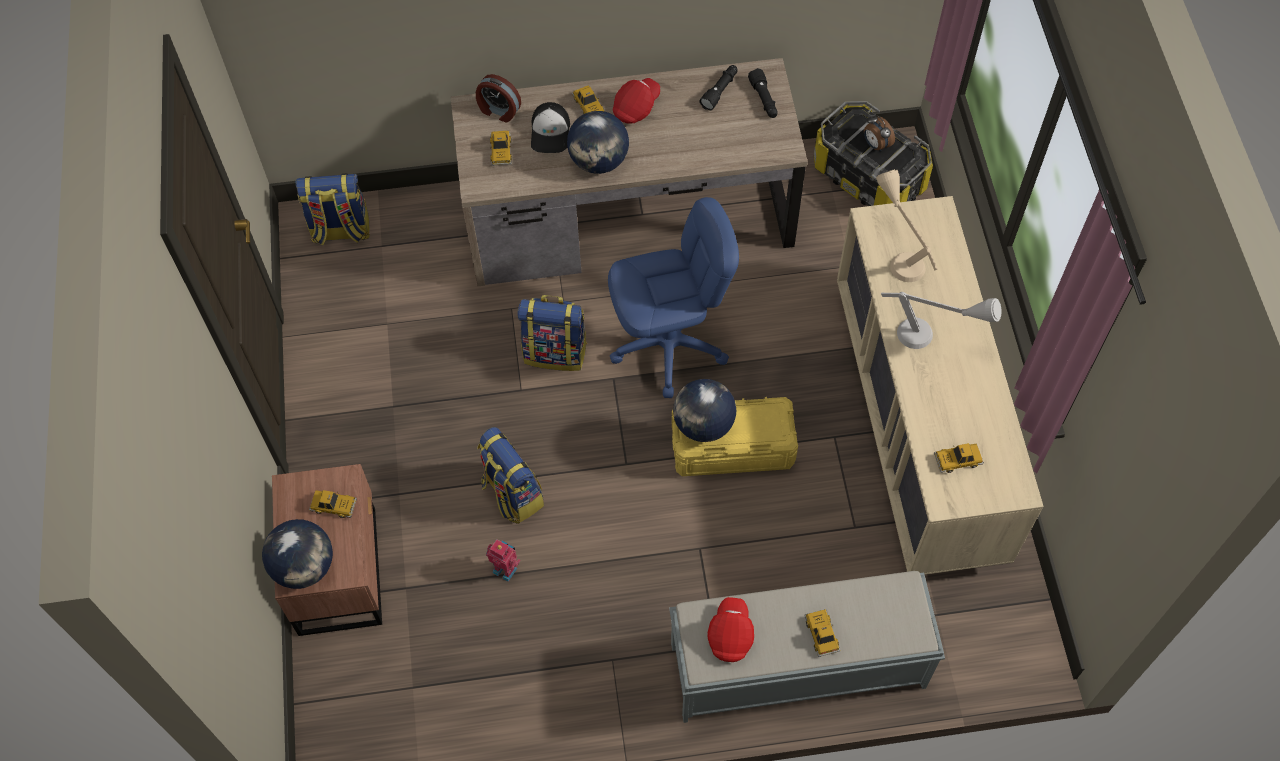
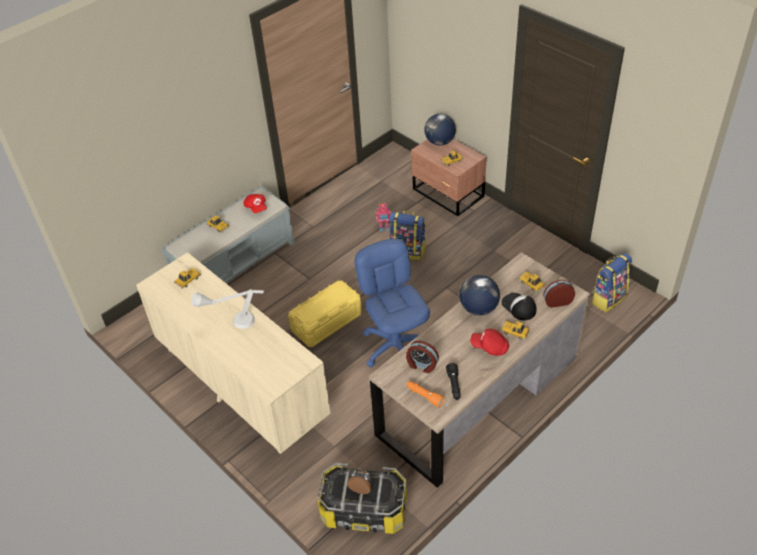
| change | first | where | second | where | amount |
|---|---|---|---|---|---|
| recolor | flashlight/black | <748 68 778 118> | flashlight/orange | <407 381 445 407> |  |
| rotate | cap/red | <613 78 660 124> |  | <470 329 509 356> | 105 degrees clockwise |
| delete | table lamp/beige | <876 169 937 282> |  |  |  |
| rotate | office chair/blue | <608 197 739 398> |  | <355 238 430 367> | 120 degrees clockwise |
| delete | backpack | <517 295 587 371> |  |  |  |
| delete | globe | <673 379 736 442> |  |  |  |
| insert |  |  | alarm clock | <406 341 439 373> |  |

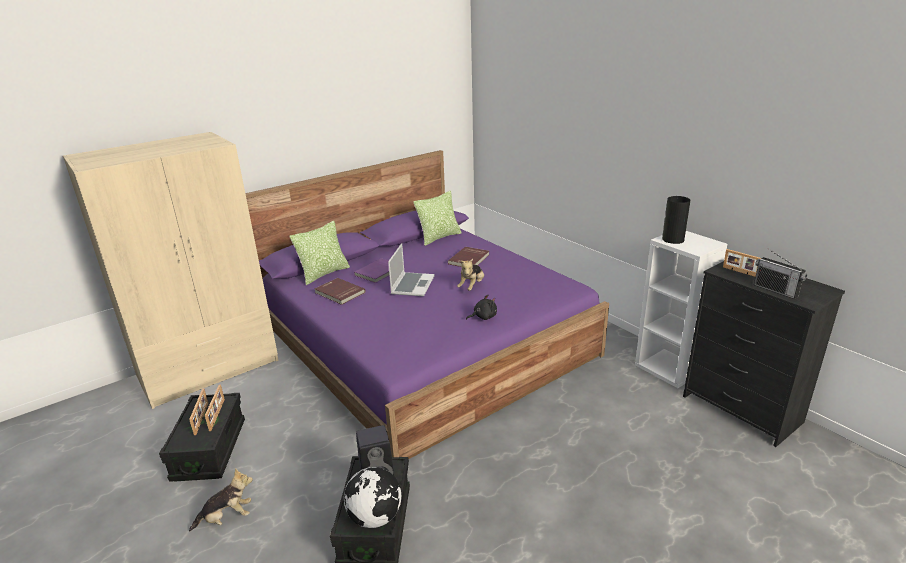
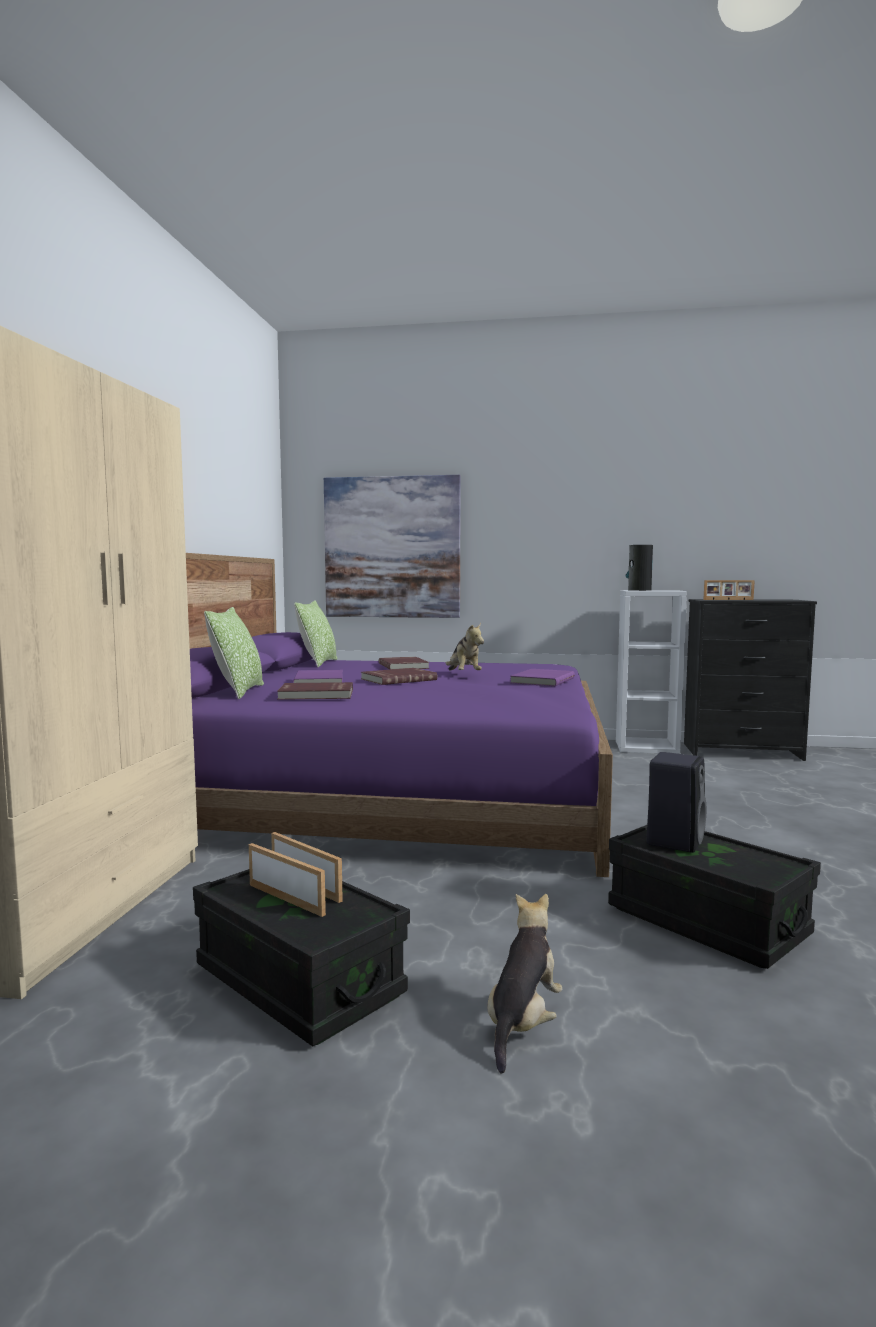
| change | first | where | second | where | amount |
|---|---|---|---|---|---|
| replace | laptop | <388 243 435 296> | book/red | <361 668 437 685> |  |
| delete | radio | <754 248 807 299> |  |  |  |
| replace | plush toy/black | <466 295 497 320> | book/purple | <510 669 575 686> |  |
| delete | globe | <344 467 401 528> |  |  |  |
| insert |  |  | picture | <324 475 461 618> |  |

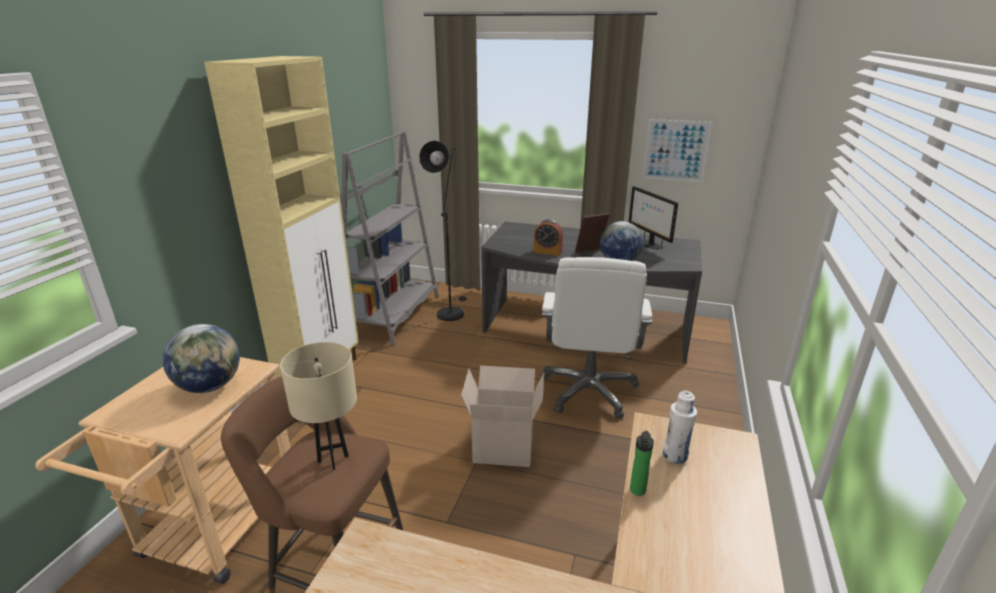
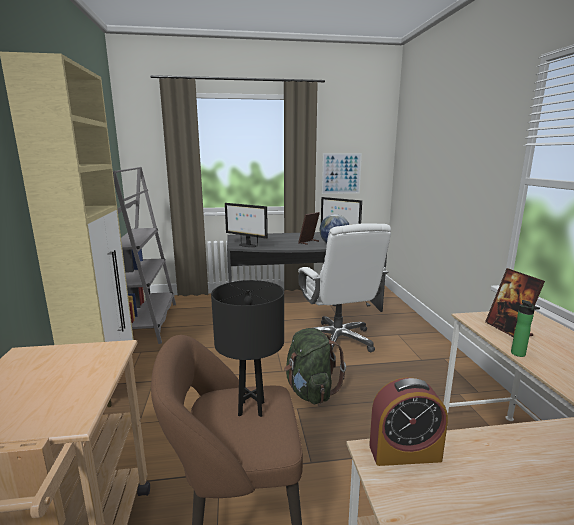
| change | first | where | second | where | amount |
|---|---|---|---|---|---|
| delete | floor lamp/black | <419 141 467 321> |  |  |  |
| move | alarm clock | <534 219 563 256> |  | <369 377 448 466> |  |
| delete | globe | <163 324 240 393> |  |  |  |
| recolor | table lamp/beige | <280 342 357 470> | table lamp/black | <211 280 284 417> |  |
| replace | cardboard box | <461 366 544 467> | backpack/green | <284 328 346 404> |  |
| replace | bottle/white | <663 390 697 463> | picture frame | <485 268 545 337> |  |
| insert |  |  | monitor | <225 203 268 247> |  |

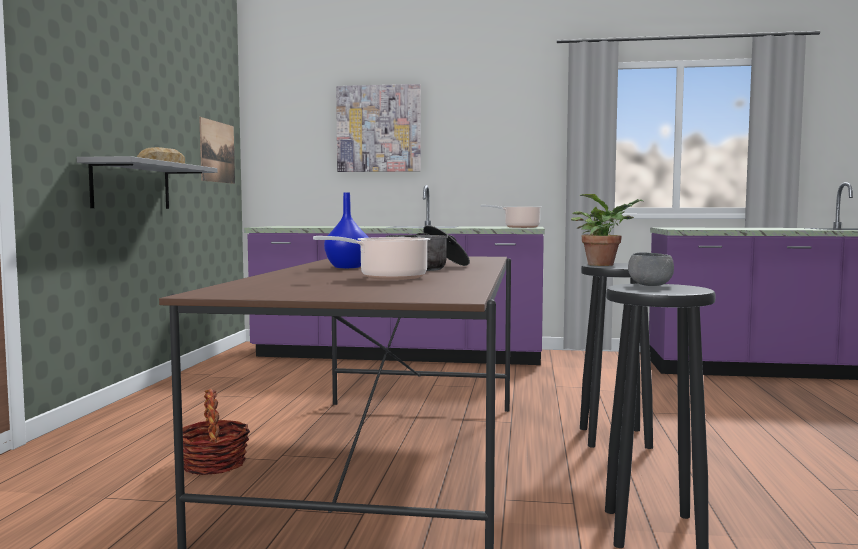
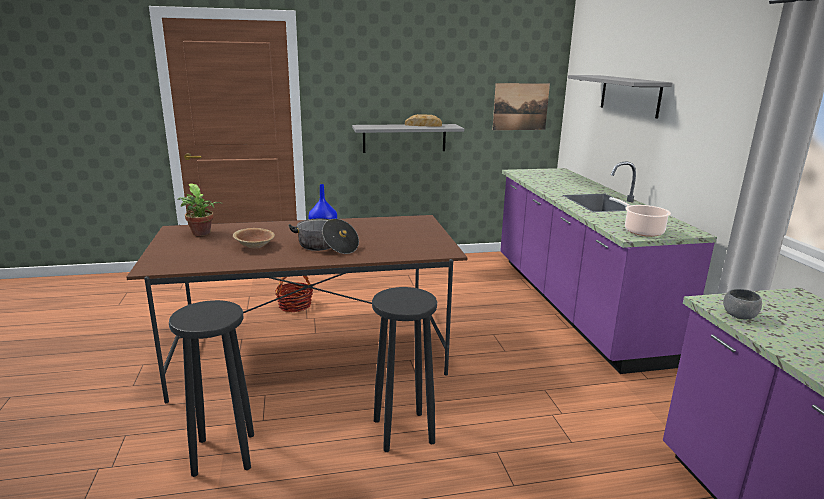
| change | first | where | second | where | amount |
|---|---|---|---|---|---|
| replace | picture | <336 84 421 172> | shelf/grey | <568 75 672 119> |  |
| move | potted plant | <571 194 645 266> |  | <178 183 222 236> |  |
| replace | cooking pot | <313 236 430 280> | bowl/brown | <233 228 275 249> |  |
| move | bowl/grey | <628 252 674 286> |  | <723 289 762 319> |  |

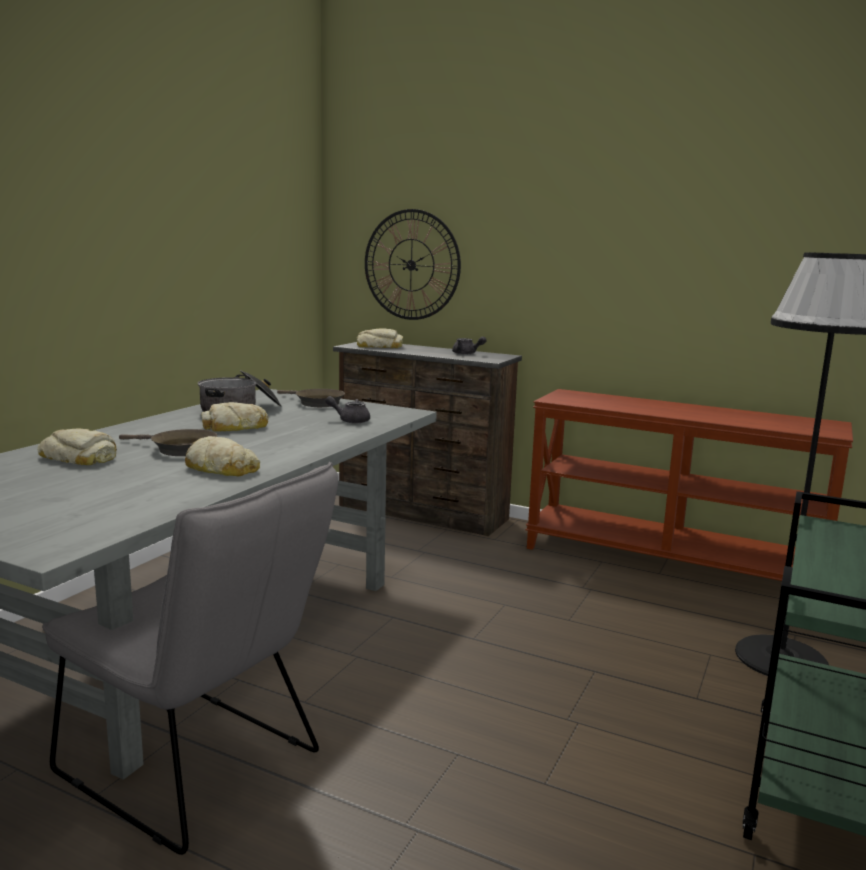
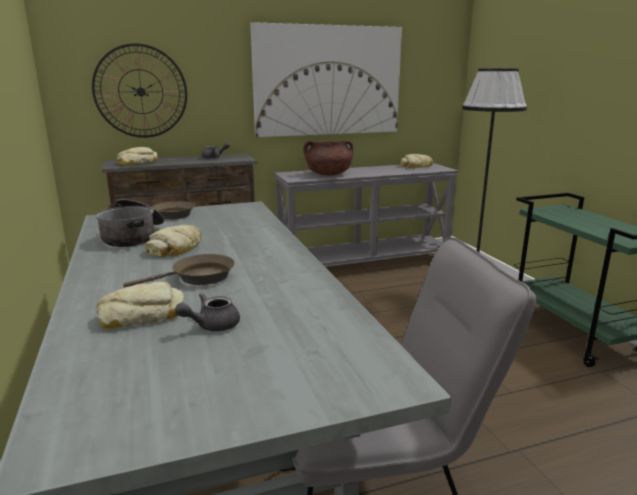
| change | first | where | second | where | amount |
|---|---|---|---|---|---|
| recolor | console table/brown | <526 389 853 581> | console table/grey | <274 163 458 267> |  |
| move | teapot/grey | <325 396 370 423> |  | <175 293 240 331> |  |
| move | bread | <185 436 260 476> |  | <401 154 433 168> |  |
| insert |  |  | picture | <250 22 402 137> |  |
| insert |  |  | cooking pot/brown | <303 140 353 176> |  |

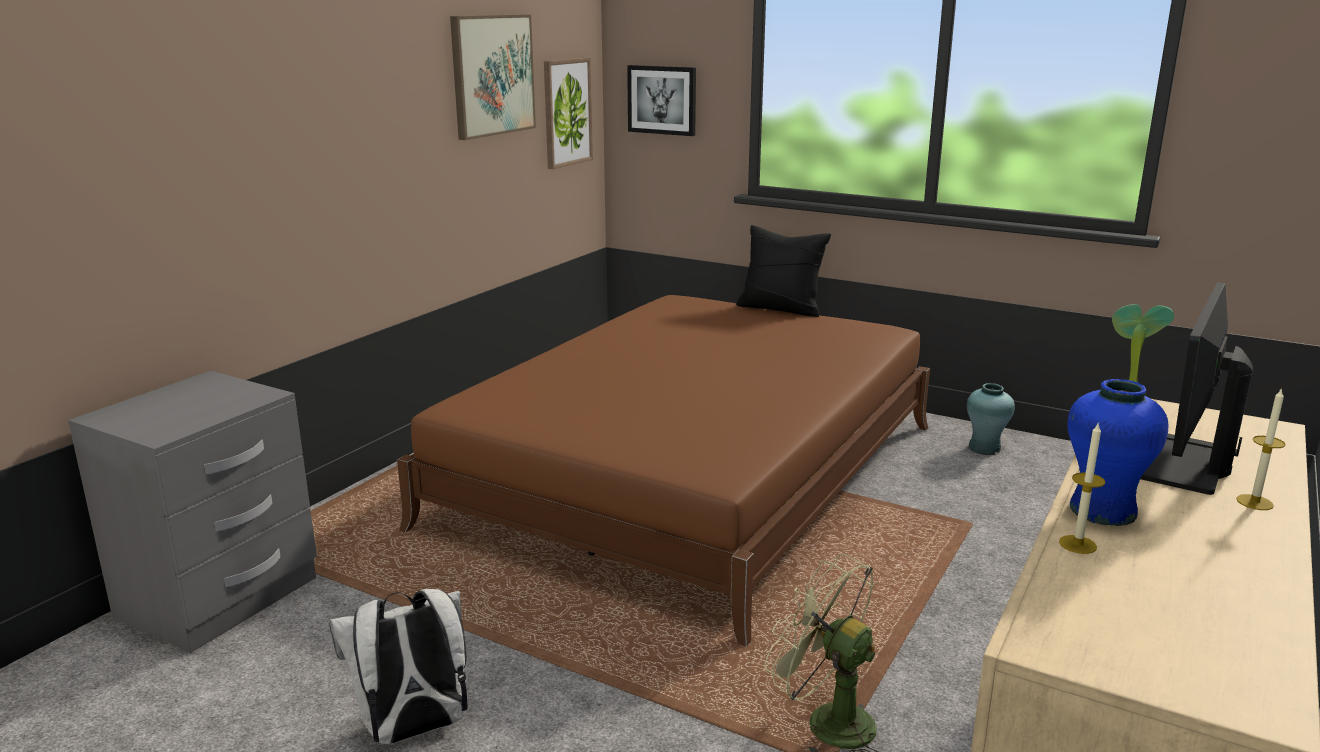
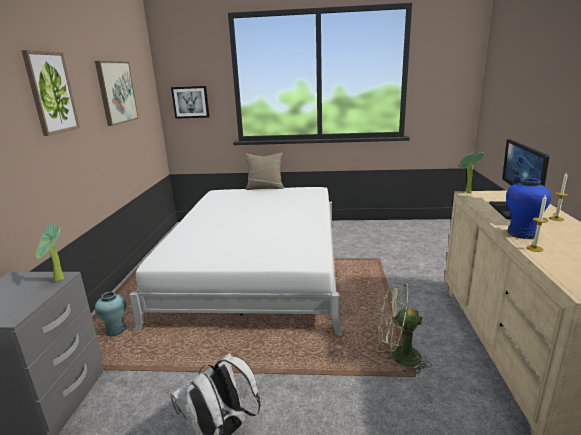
| change | first | where | second | where | amount |
|---|---|---|---|---|---|
| move | picture | <544 58 593 169> |  | <21 50 80 136> |  |
| recolor | pillow/black | <736 225 831 317> | pillow/beige | <245 152 284 190> |  |
| recolor | bed/brown | <397 295 930 647> | bed/white | <129 187 342 335> |  |
| move | vase/turquoise | <967 383 1015 455> |  | <95 292 127 336> |  |
| insert |  |  | potted plant | <36 224 65 283> |  |

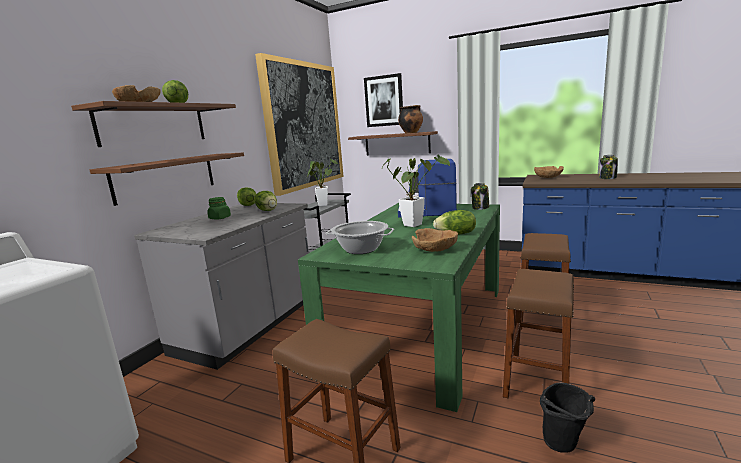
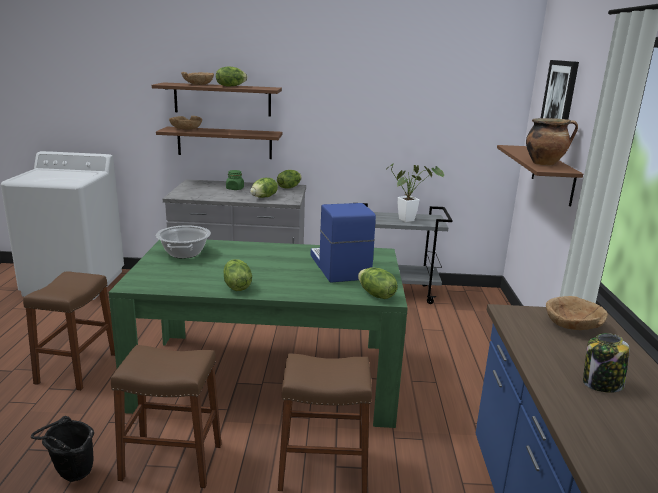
| change | first | where | second | where | amount |
|---|---|---|---|---|---|
| delete | picture | <255 53 344 196> |  |  |  |
| delete | potted plant | <381 154 450 227> |  |  |  |
| replace | jar | <471 183 489 210> | lettuce | <358 267 398 299> |  |
| move | bowl/brown | <412 228 458 252> |  | <169 116 202 130> |  |

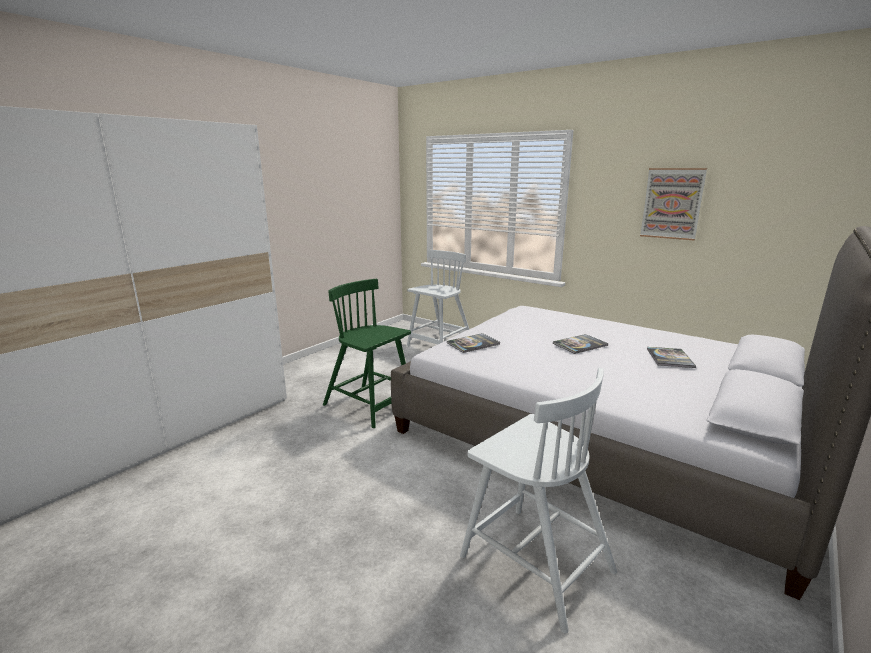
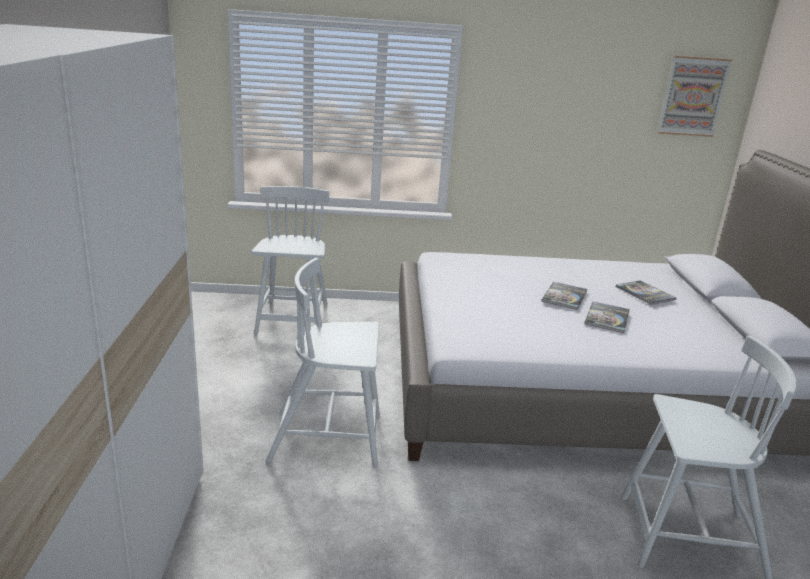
| change | first | where | second | where | amount |
|---|---|---|---|---|---|
| move | picture | <640 168 707 240> |  | <657 55 732 137> |  |
| recolor | chair/green | <323 279 411 428> | chair/white | <266 258 380 469> |  |
| move | book | <447 333 500 353> |  | <584 301 630 333> |  |

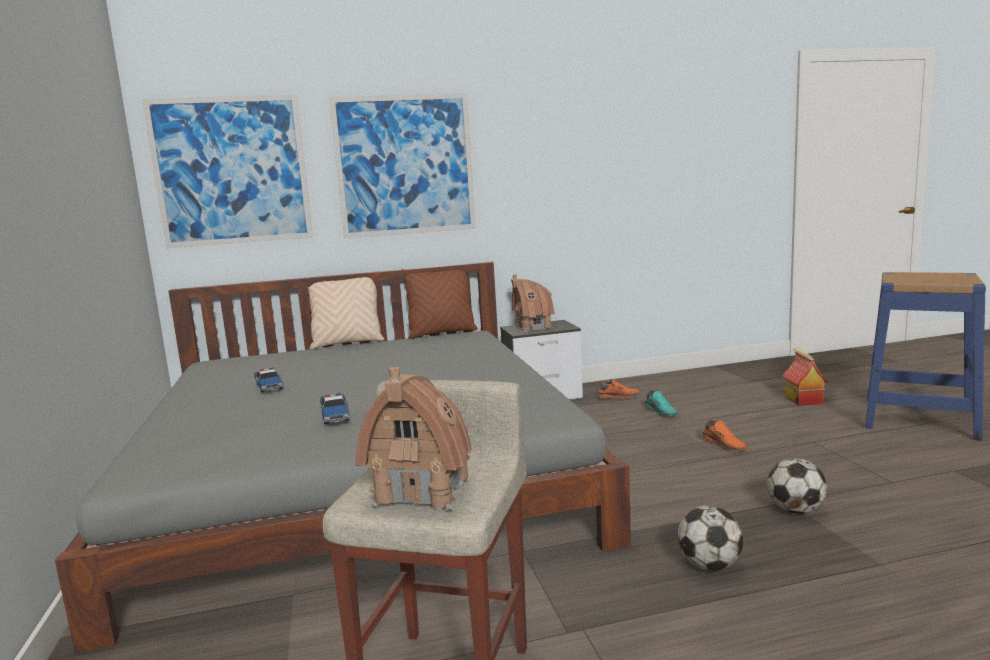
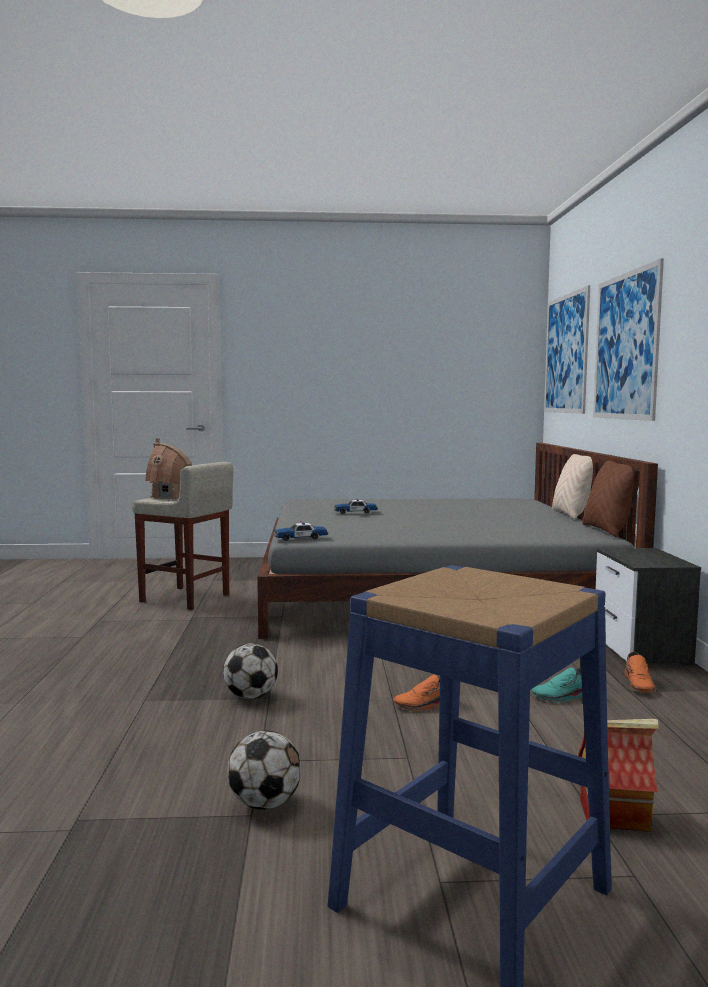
| change | first | where | second | where | amount |
|---|---|---|---|---|---|
| delete | toy house | <511 275 554 332> |  |  |  |
| move | toy car | <254 367 284 393> |  | <274 521 328 541> |  |
| move | football | <677 506 743 571> |  | <227 730 301 810> |  |

